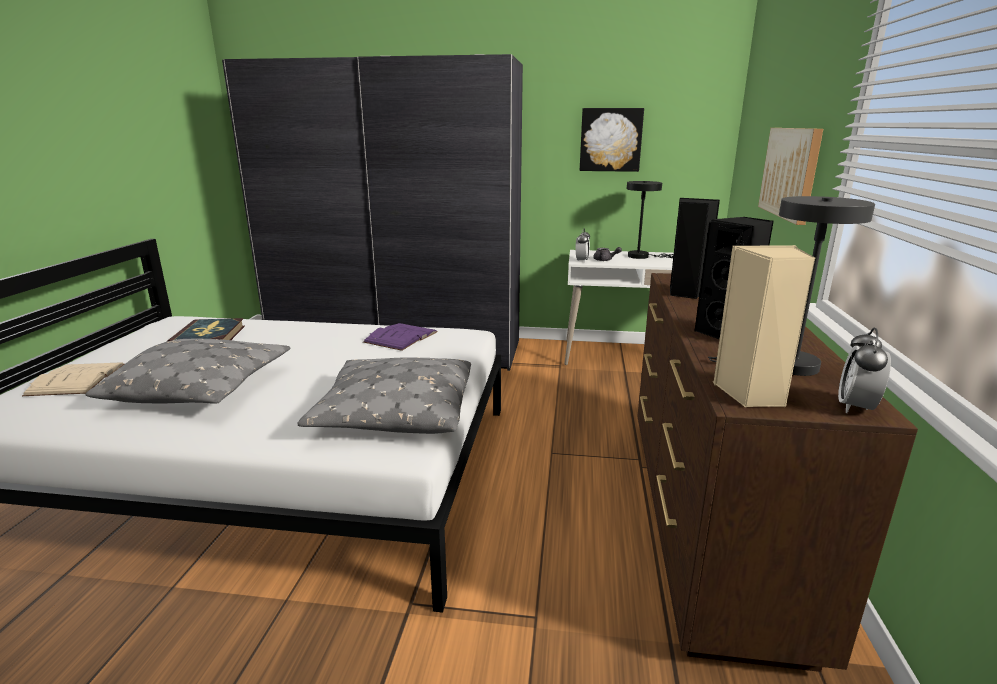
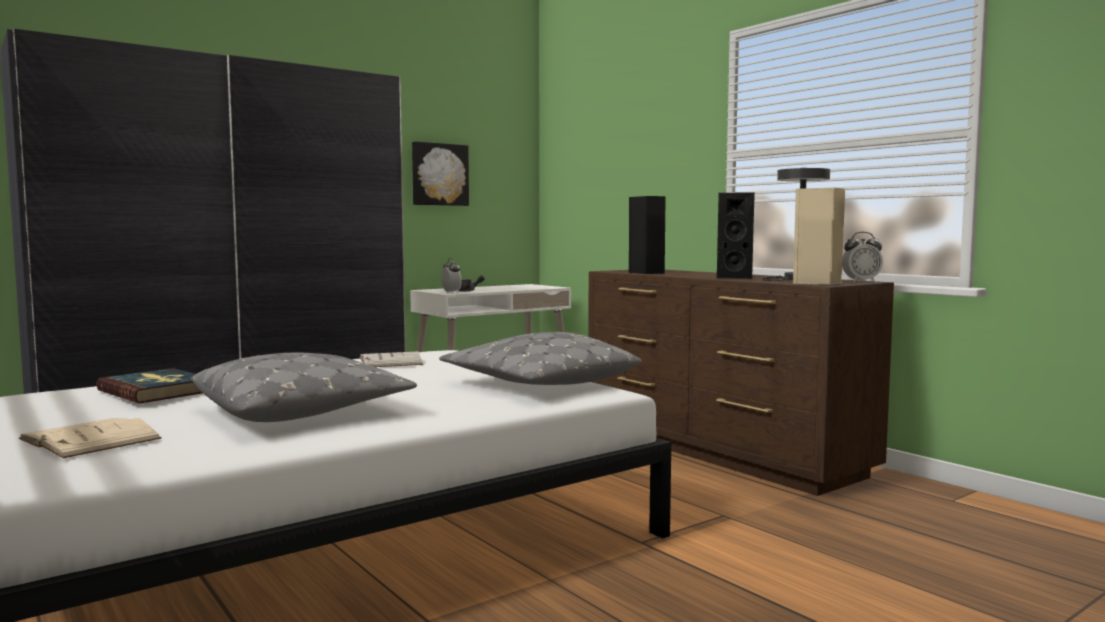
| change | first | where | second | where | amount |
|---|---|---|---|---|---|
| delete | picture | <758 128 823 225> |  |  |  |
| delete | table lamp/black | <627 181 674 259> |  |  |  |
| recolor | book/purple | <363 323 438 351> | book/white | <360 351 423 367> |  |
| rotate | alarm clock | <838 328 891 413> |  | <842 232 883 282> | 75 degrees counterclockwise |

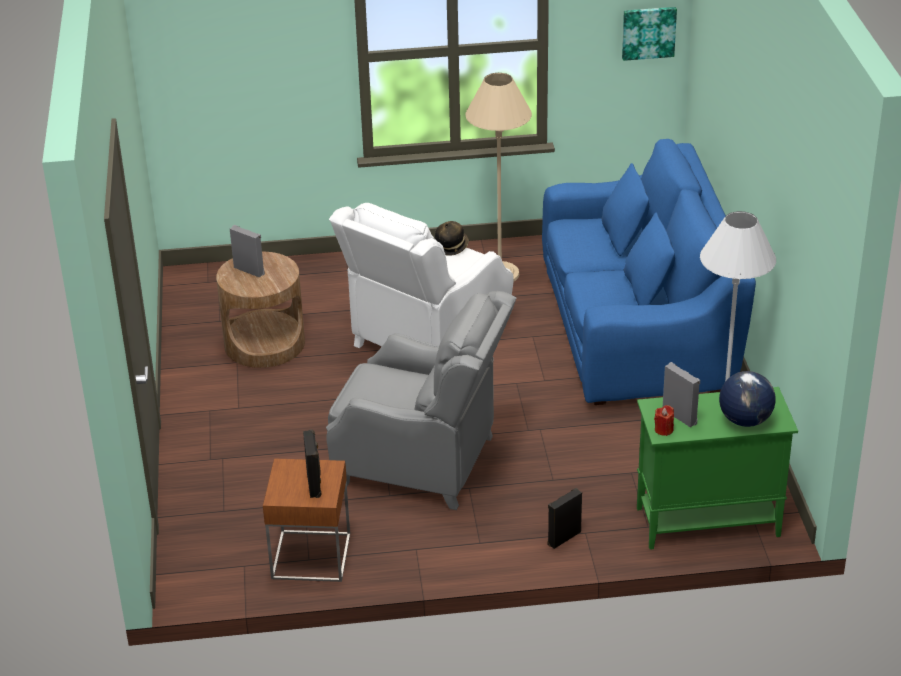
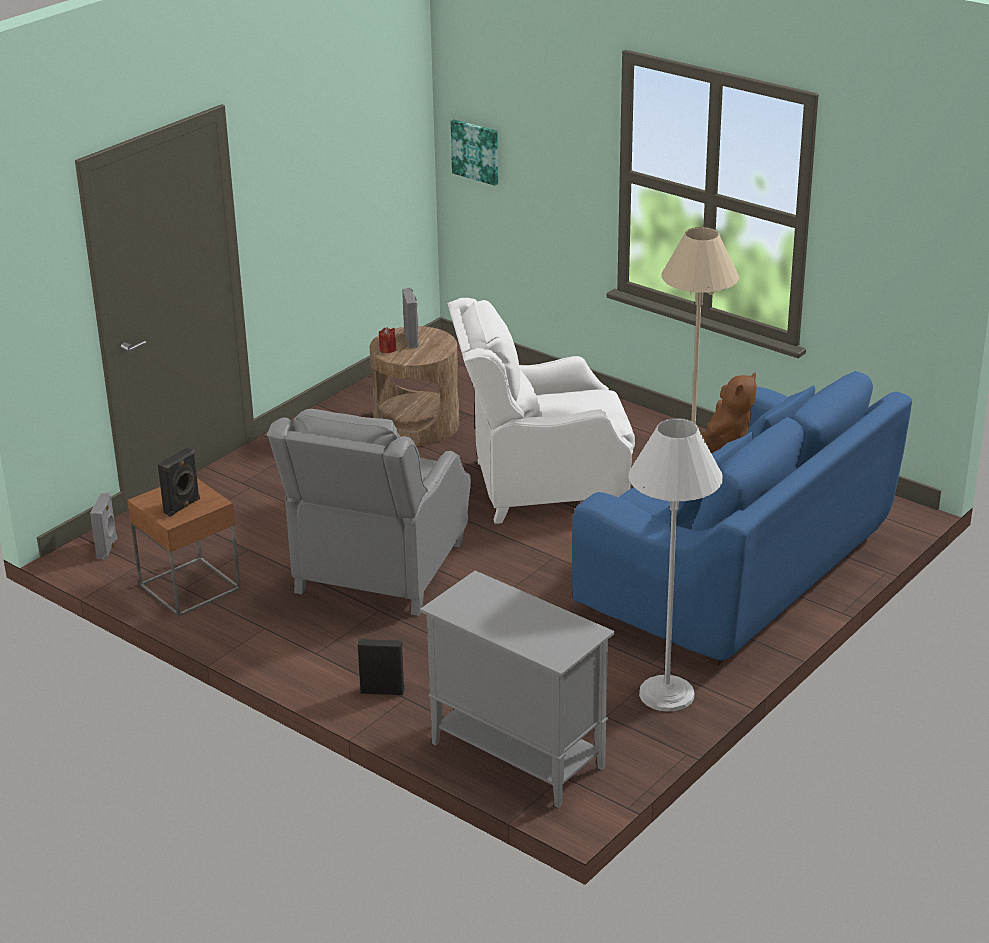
| change | first | where | second | where | amount |
|---|---|---|---|---|---|
| move | picture | <622 7 677 61> |  | <451 119 498 186> |  |
| delete | hat | <435 221 469 255> |  |  |  |
| rotate | armchair/grey | <326 291 516 510> |  | <267 409 471 616> | 45 degrees clockwise |
| move | speaker/grey | <663 362 700 427> |  | <90 493 117 560> |  |
| delete | globe | <719 371 776 427> |  |  |  |
| recolor | cabinet/green | <637 387 798 550> | cabinet/grey | <420 571 615 808> |  |
| move | candle/red | <654 405 674 436> |  | <379 327 396 353> |  |
| insert |  |  | plush toy/brown | <701 373 757 454> |  |

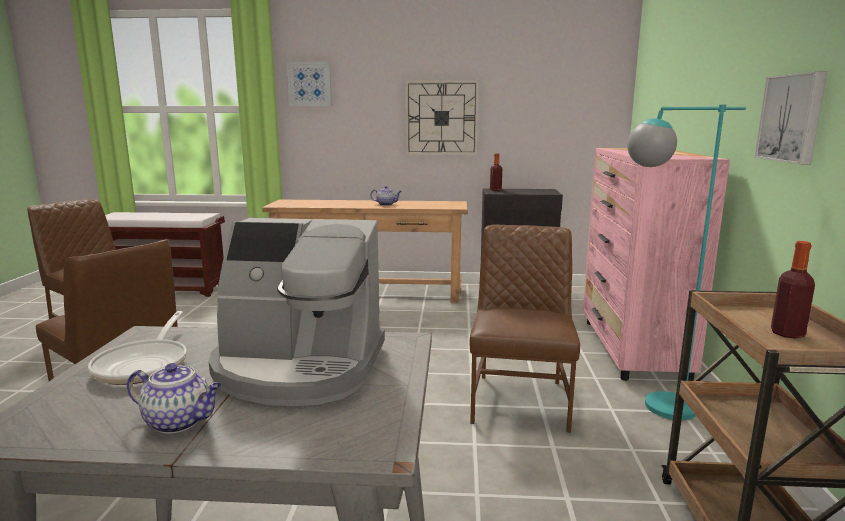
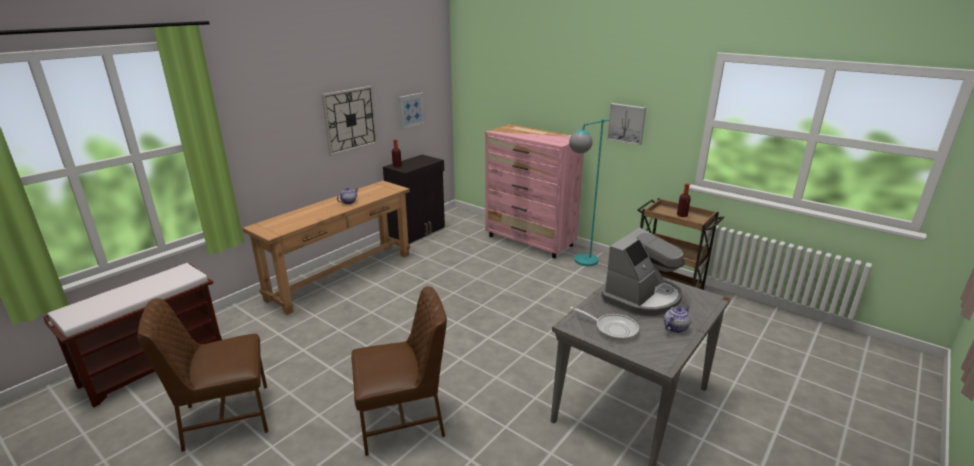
| change | first | where | second | where | amount |
|---|---|---|---|---|---|
| move | picture | <287 61 332 106> |  | <399 93 425 130> |  |
| delete | chair/brown | <470 225 580 433> |  |  |  |

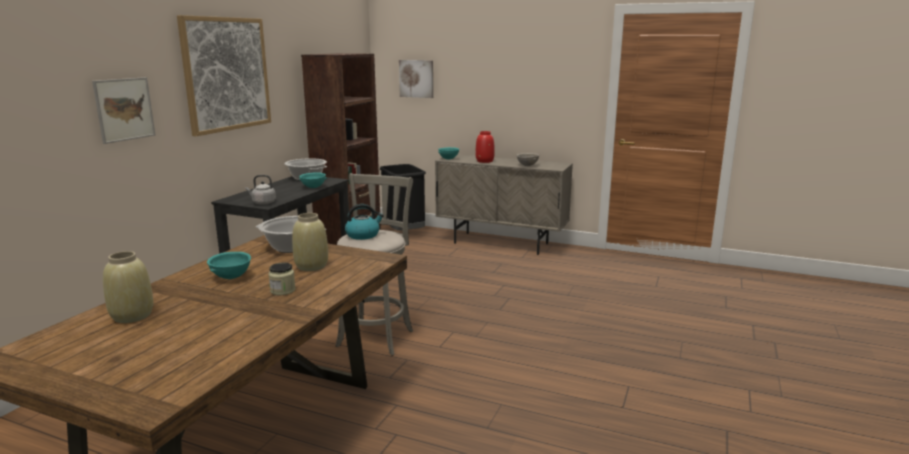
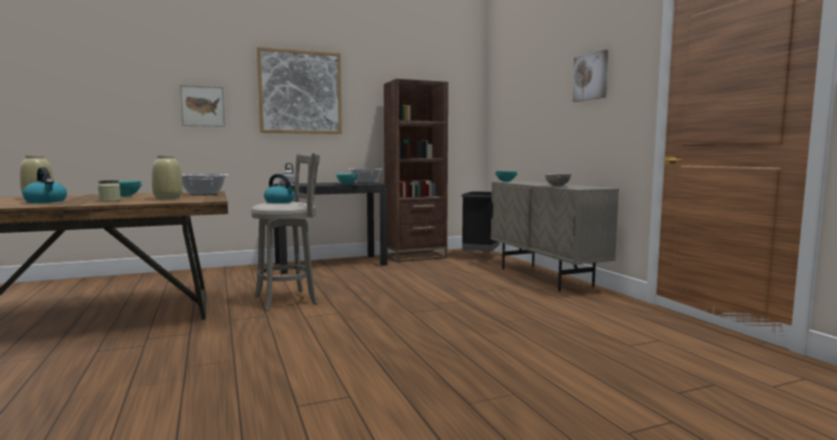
| change | first | where | second | where | amount |
|---|---|---|---|---|---|
| move | picture | <399 60 433 98> |  | <572 50 608 102> |  |
| delete | vase/red | <476 131 495 163> |  |  |  |
| insert |  |  | kettle | <22 167 67 203> |  |

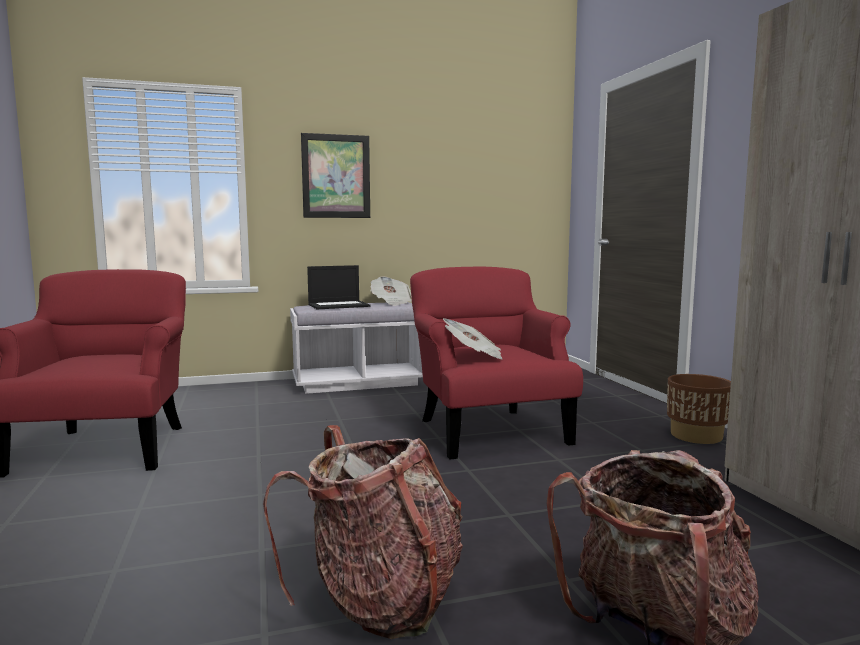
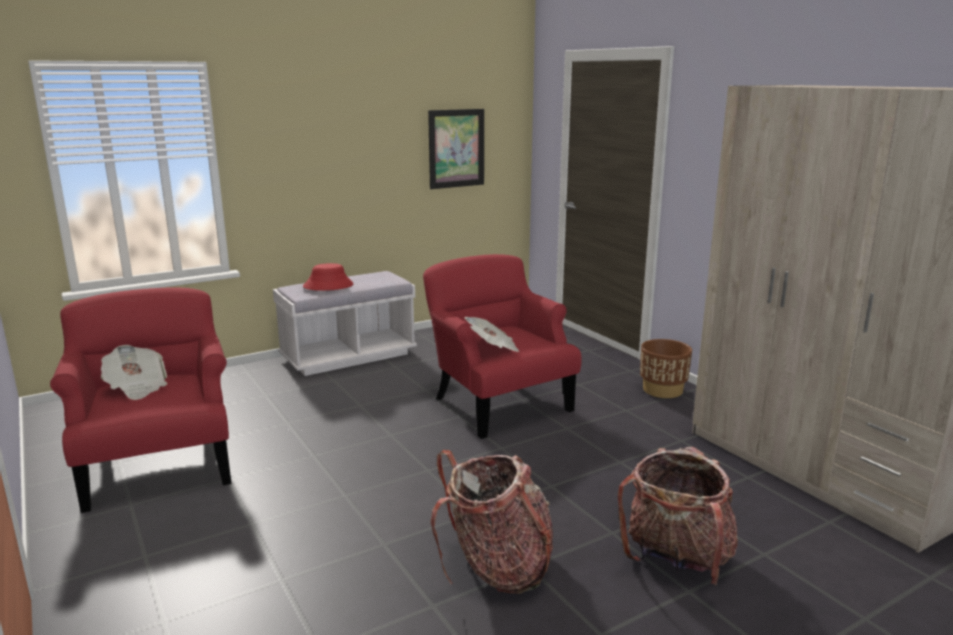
| change | first | where | second | where | amount |
|---|---|---|---|---|---|
| move | picture | <301 133 370 218> |  | <428 109 484 189> |  |
| replace | laptop | <307 265 370 309> | hat/red | <303 263 354 291> |  |
| move | newspaper | <371 276 412 306> |  | <101 345 167 400> |  |

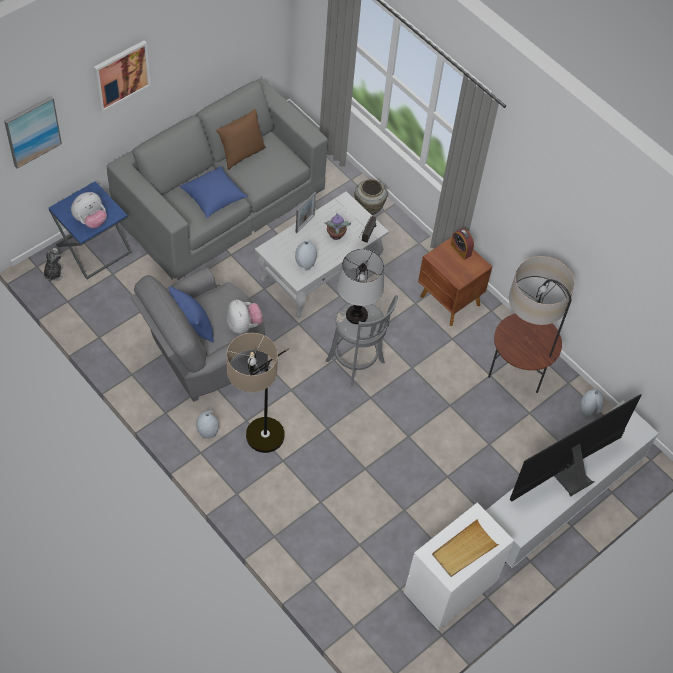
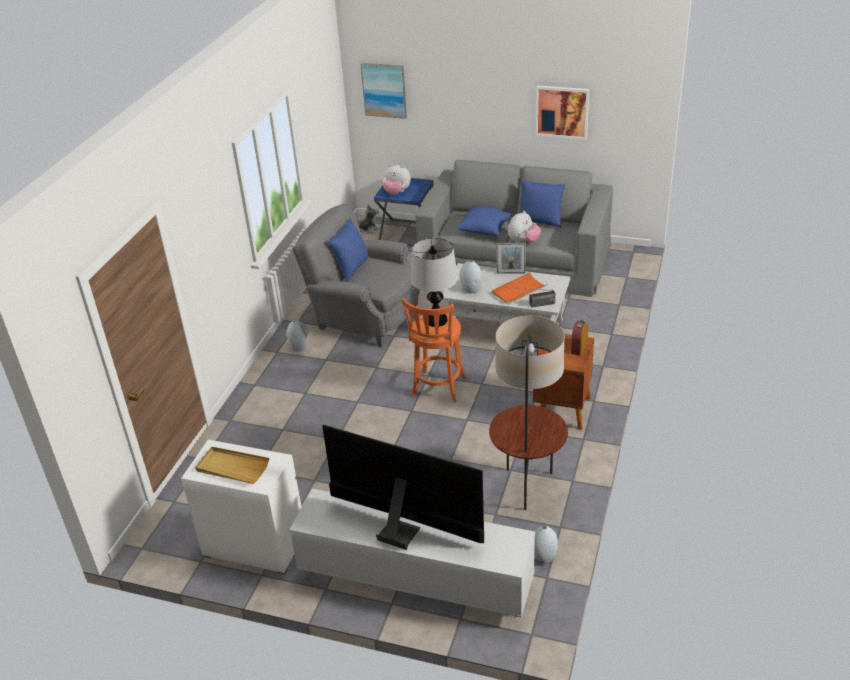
| change | first | where | second | where | amount |
|---|---|---|---|---|---|
| move | picture | <94 40 151 112> |  | <536 85 589 140> |  |
| recolor | pillow/brown | <216 109 266 170> | pillow/blue | <520 179 565 228> |  |
| delete | vase/beige | <354 179 387 215> |  |  |  |
| replace | potted plant | <324 213 351 240> | tray/orange | <492 272 548 304> |  |
| recolor | stool/grey | <326 295 398 387> | stool/orange | <401 298 466 403> |  |
| move | plush toy | <227 300 263 334> |  | <508 211 541 243> |  |
| delete | floor lamp | <227 333 289 453> |  |  |  |

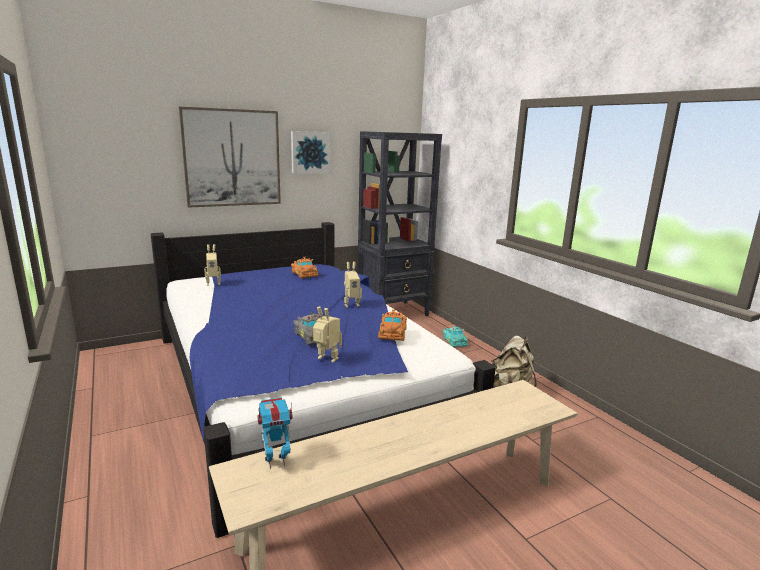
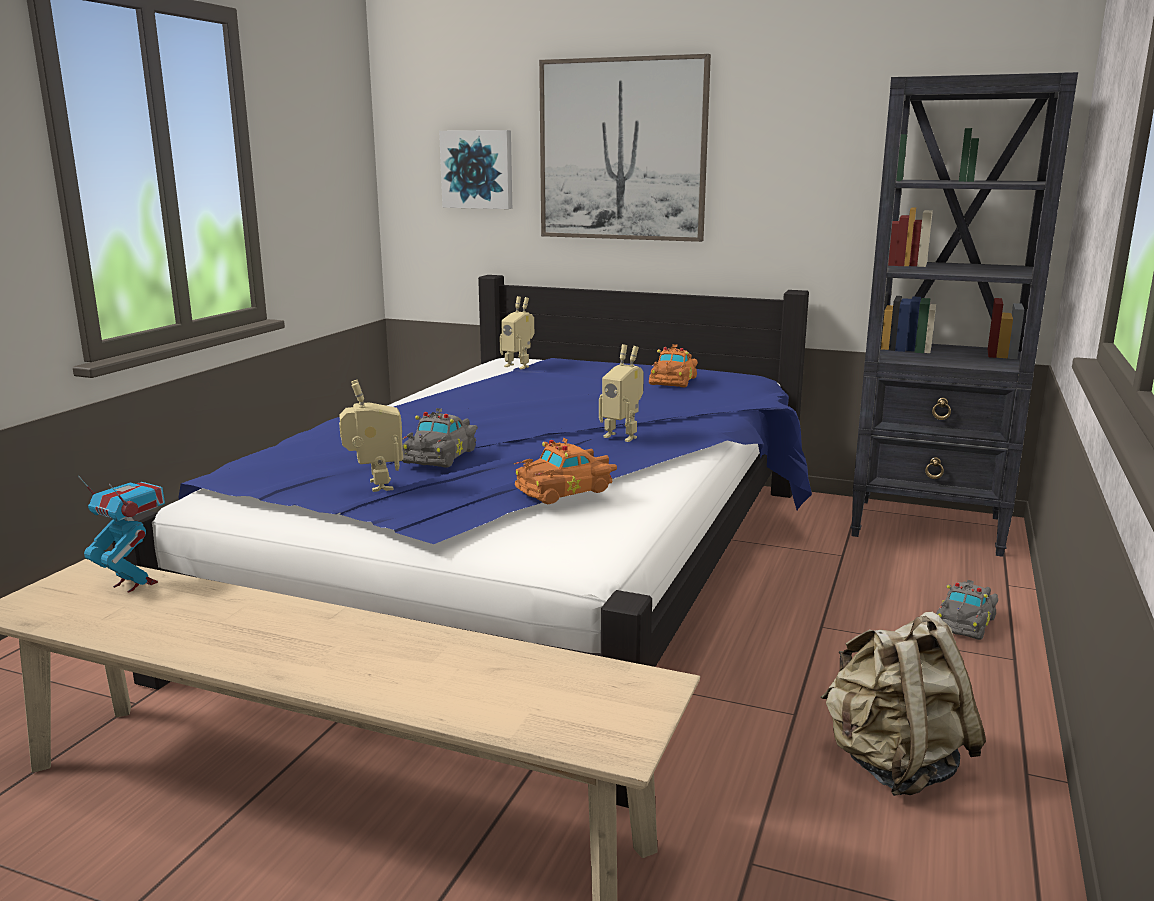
| change | first | where | second | where | amount |
|---|---|---|---|---|---|
| move | picture | <291 131 331 173> |  | <439 130 512 209> |  |
| recolor | toy car/turquoise | <443 326 468 347> | toy car/grey | <936 580 998 640> |  |

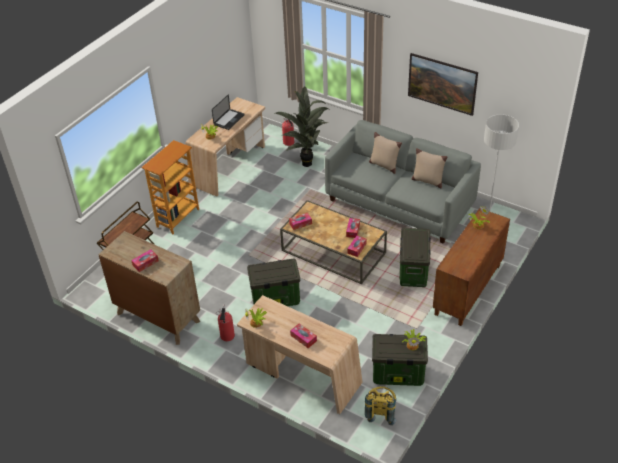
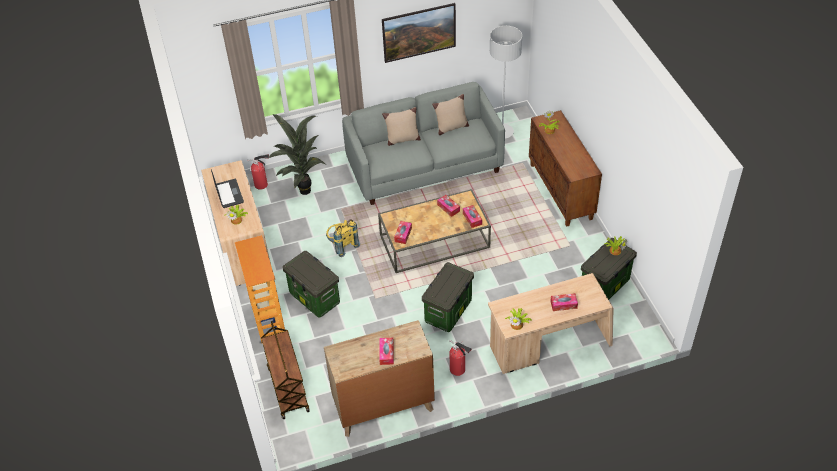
| change | first | where | second | where | amount |
|---|---|---|---|---|---|
| move | storage box | <400 228 431 287> |  | <282 251 340 318> |  |
| move | backpack/yellow | <365 386 396 425> |  | <326 220 360 257> |  |

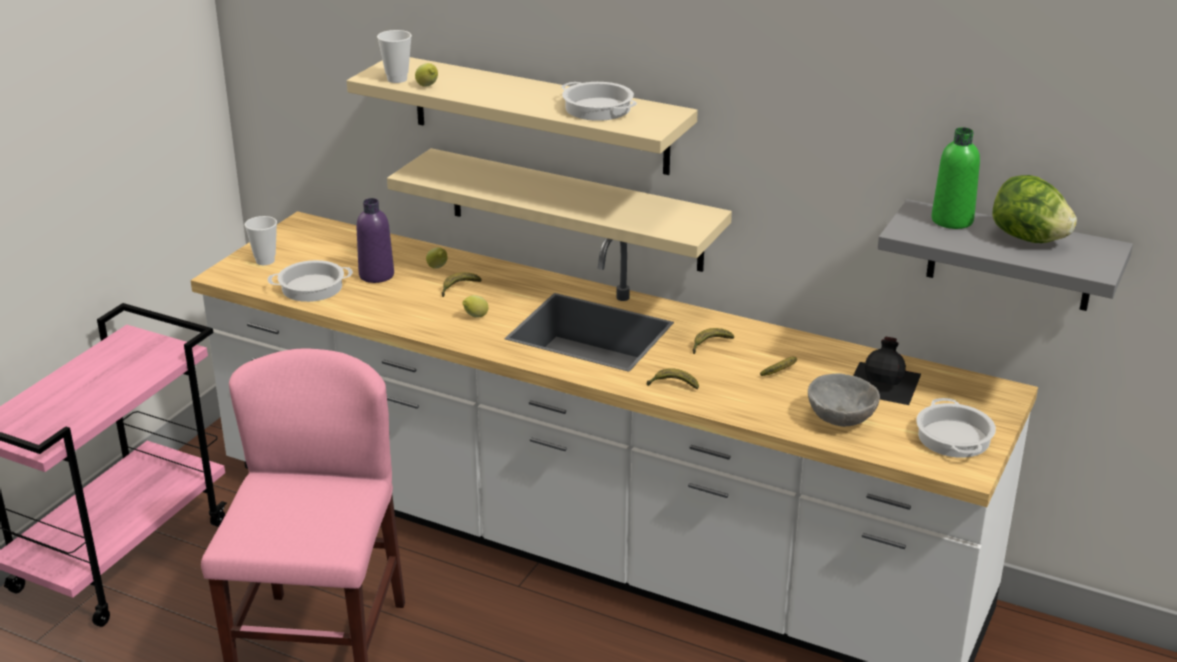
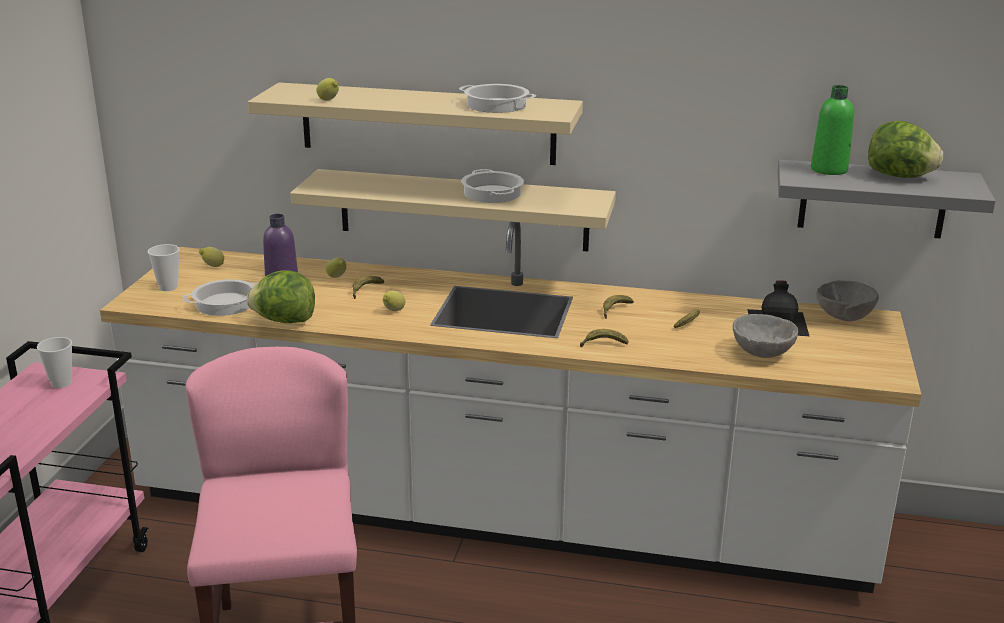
| change | first | where | second | where | amount |
|---|---|---|---|---|---|
| move | cup | <377 30 412 83> |  | <37 337 72 388> |  |
| move | cooking pot | <916 398 996 458> |  | <461 169 524 203> |  |
| insert |  |  | lemon | <199 247 224 267> |  |
| insert |  |  | lettuce | <247 270 315 323> |  |
| insert |  |  | bowl/grey | <816 280 879 321> |  |

